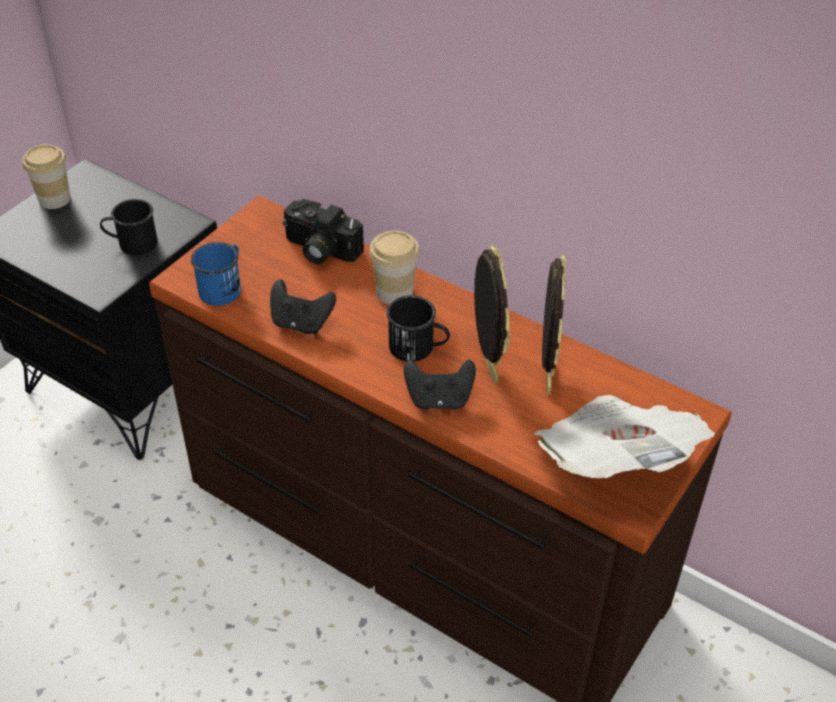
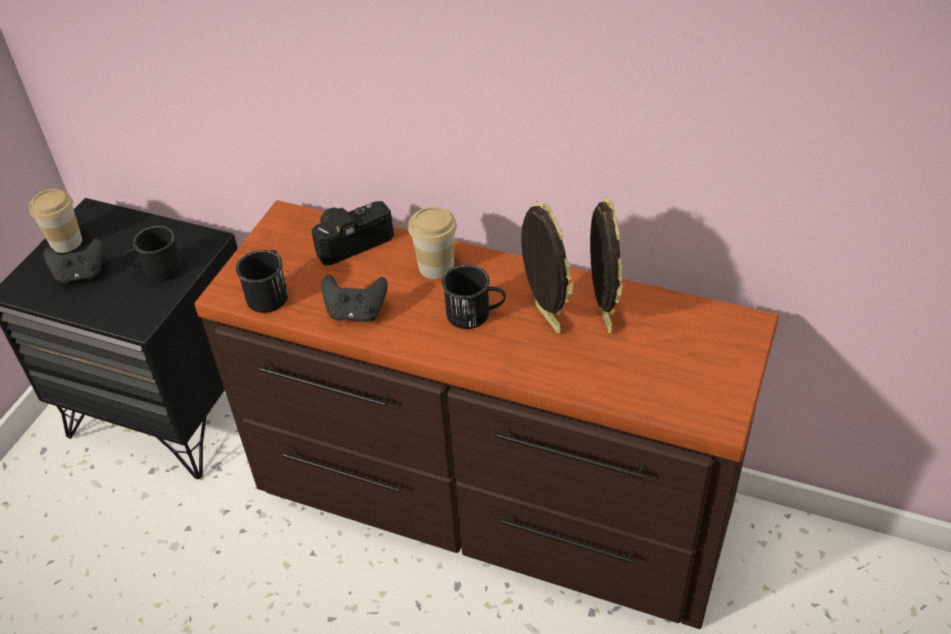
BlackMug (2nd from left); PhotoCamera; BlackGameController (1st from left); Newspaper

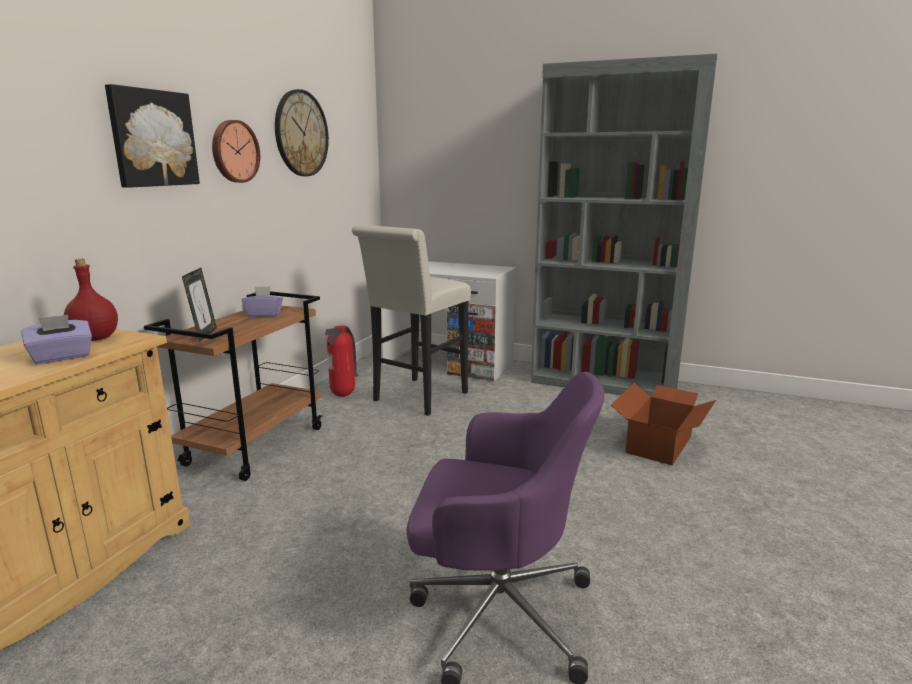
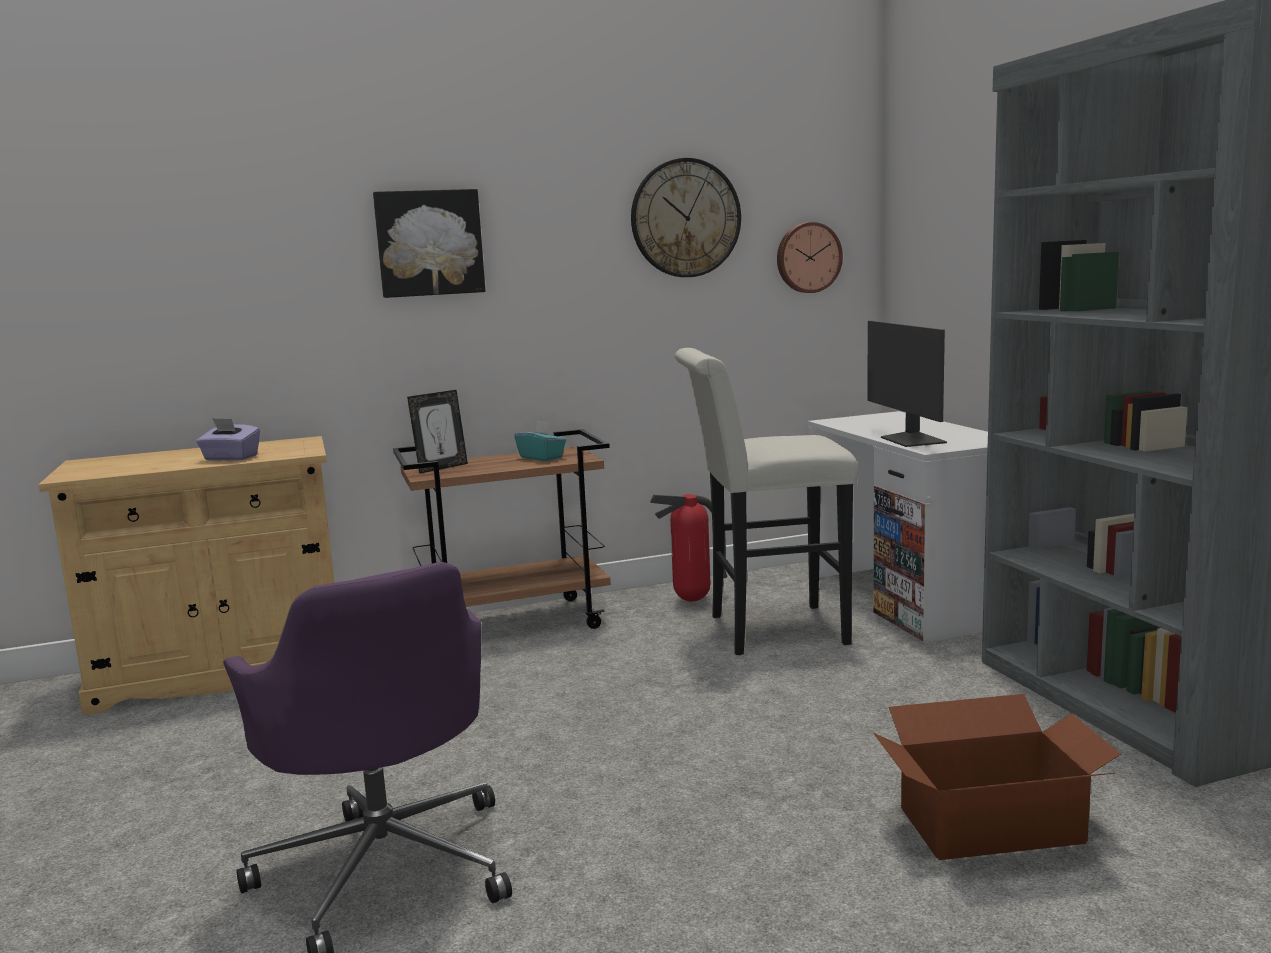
RedBottle; WallClock (2nd from left); TurquoiseTissueBox; Monitor

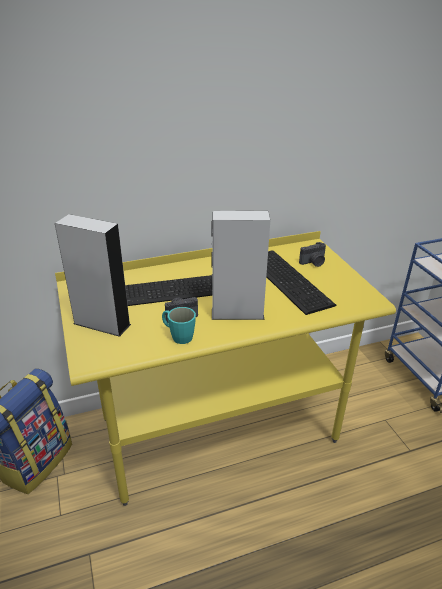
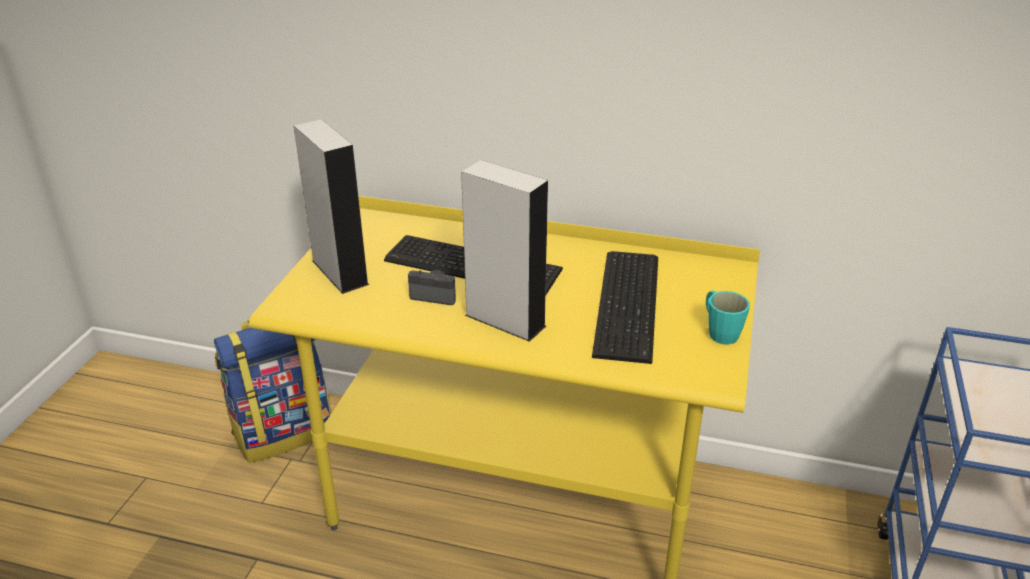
TurquoiseMug; PhotoCamera (2nd from left in the first image)

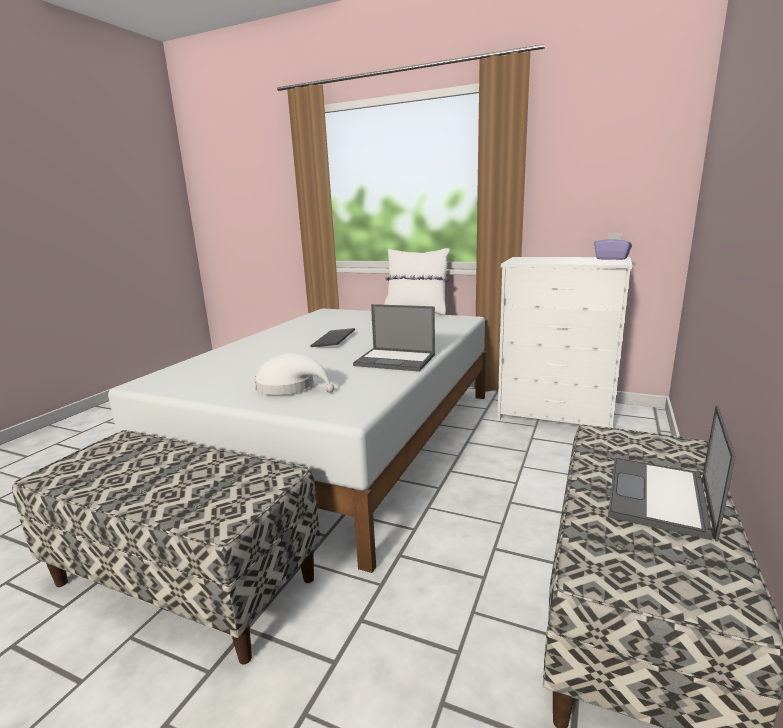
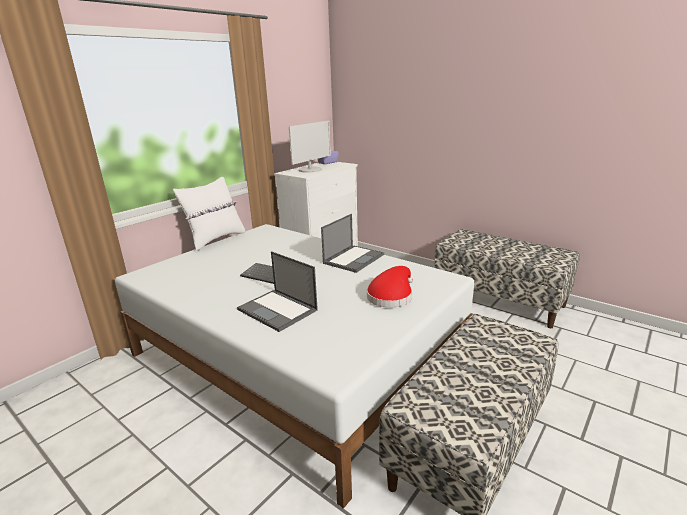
RedHat; Laptop (1st from left); Monitor

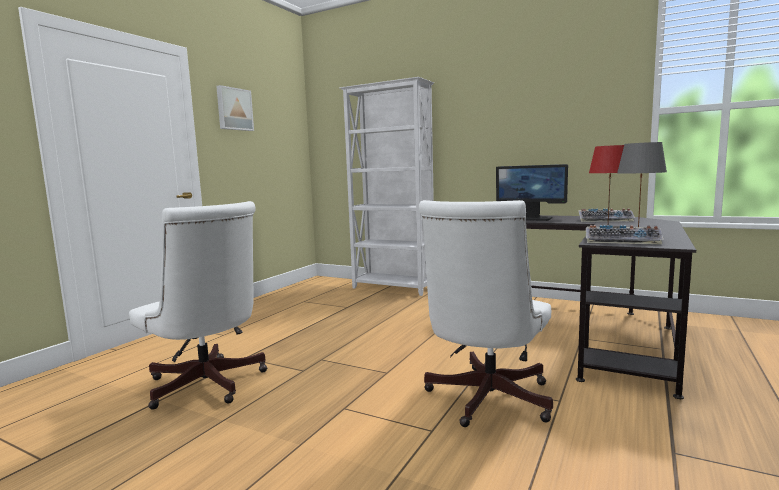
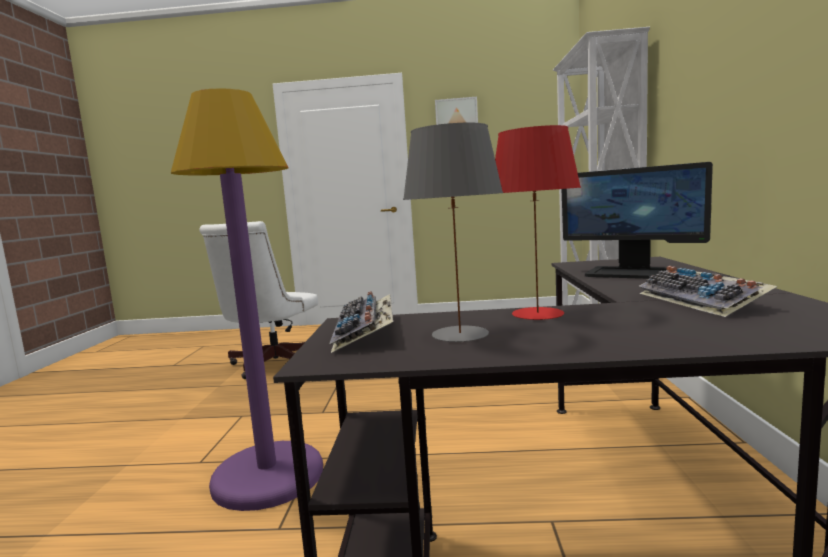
PurpleFloorLamp; Monitor

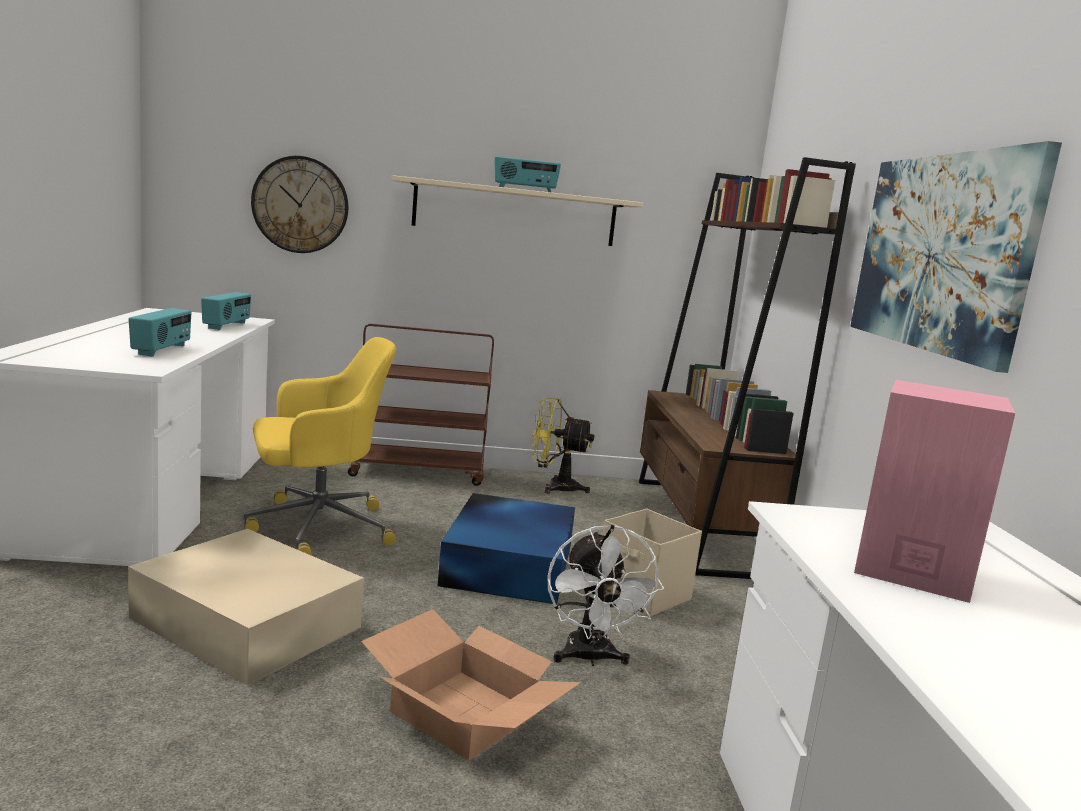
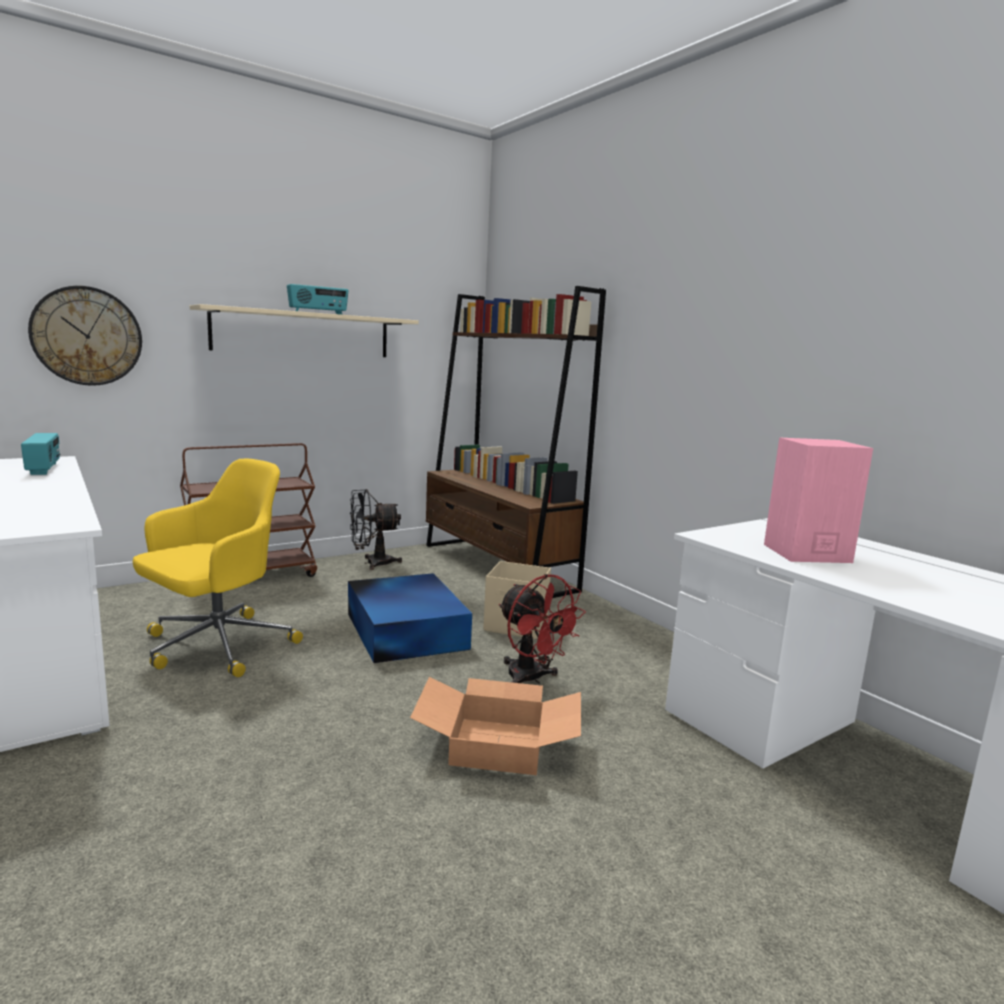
BeigeStorageBox (1st from left in the first image); Radio (1st from left in the first image); BlackFan; RedFan; Picture

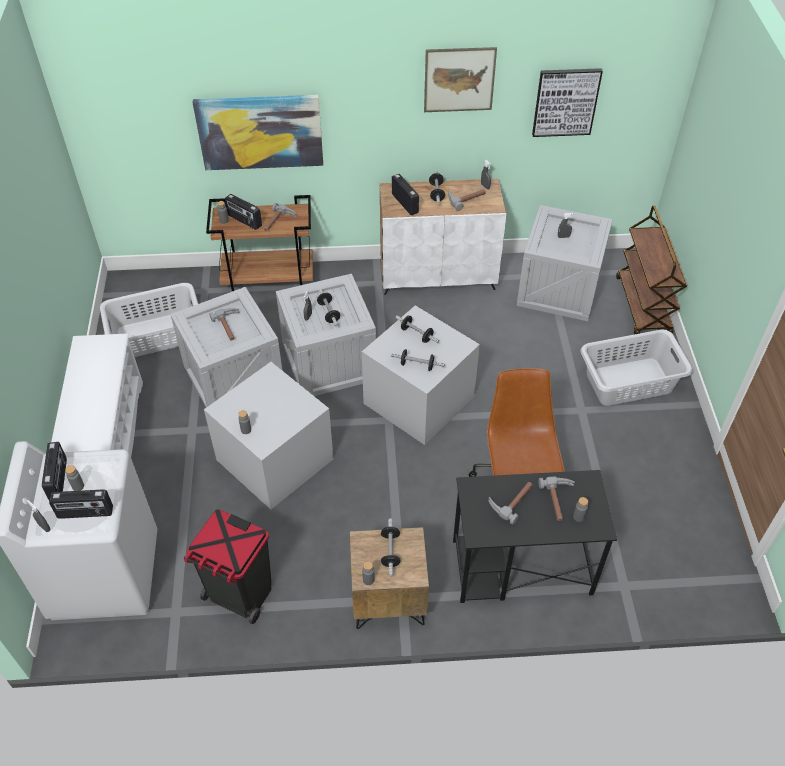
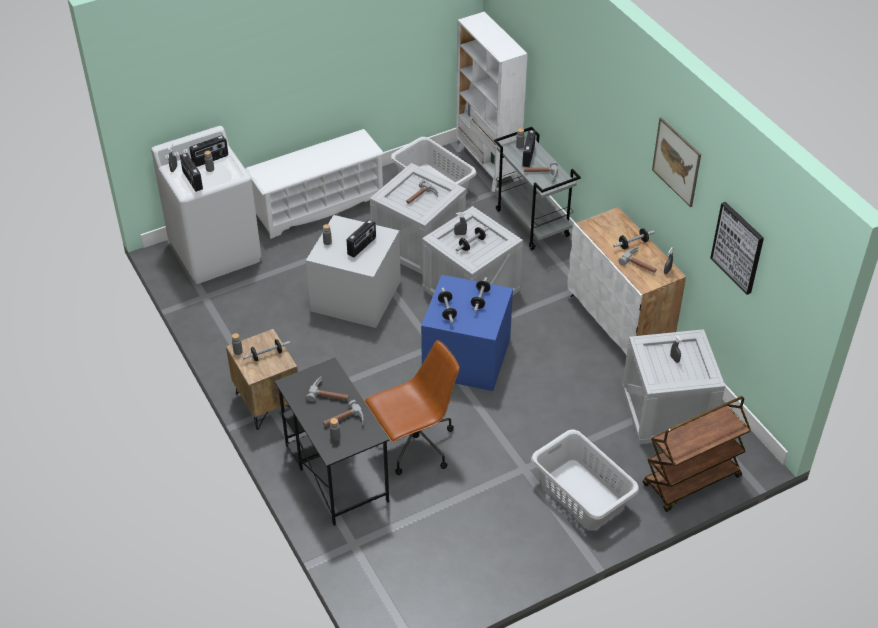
BlackTrashCan; Picture (1st from left in the first image); GreyCart; BlueStorageBox; Radio (3rd from left); WhiteBookcase

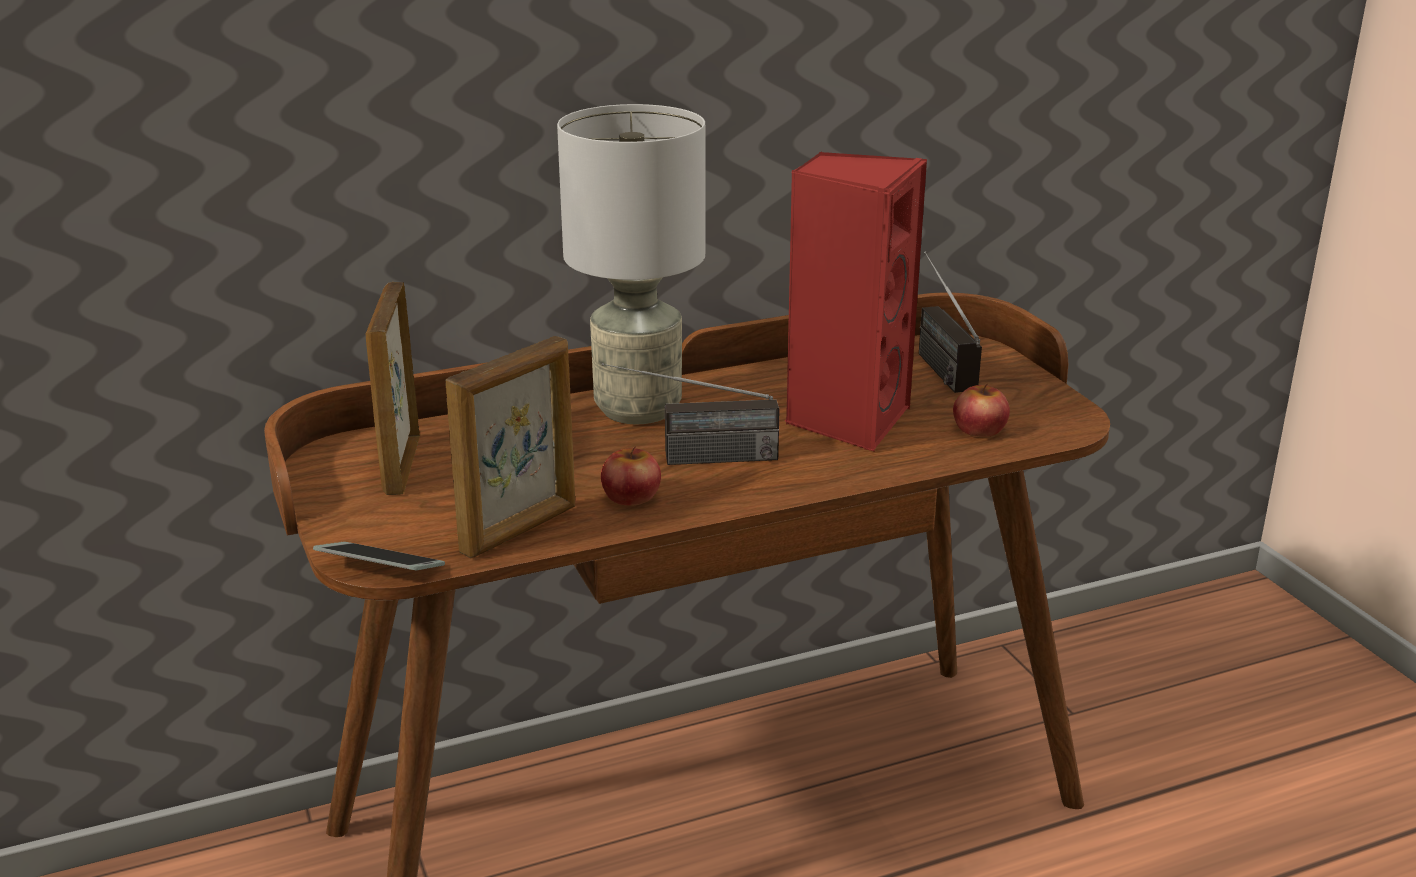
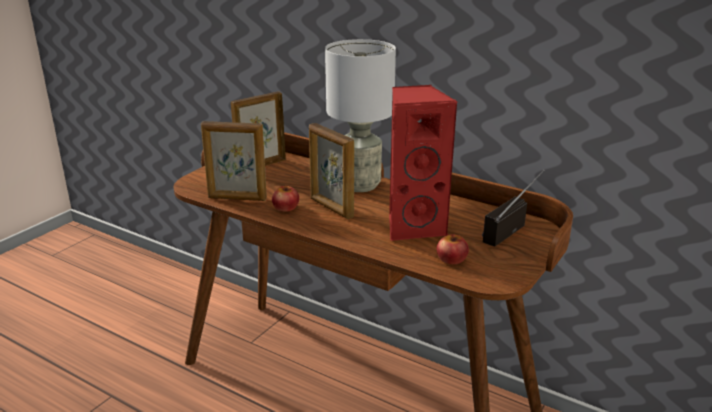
Phone; PictureFrame (3rd from left)

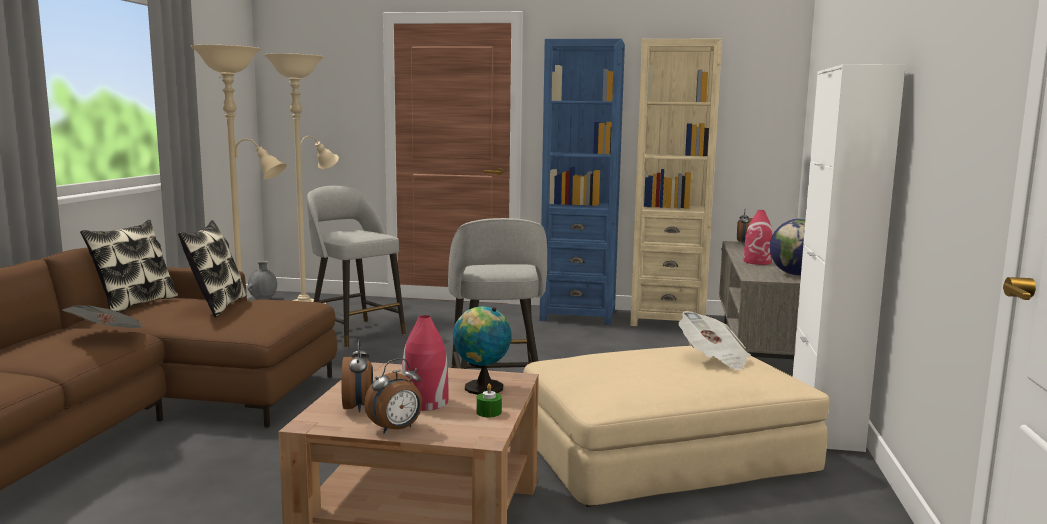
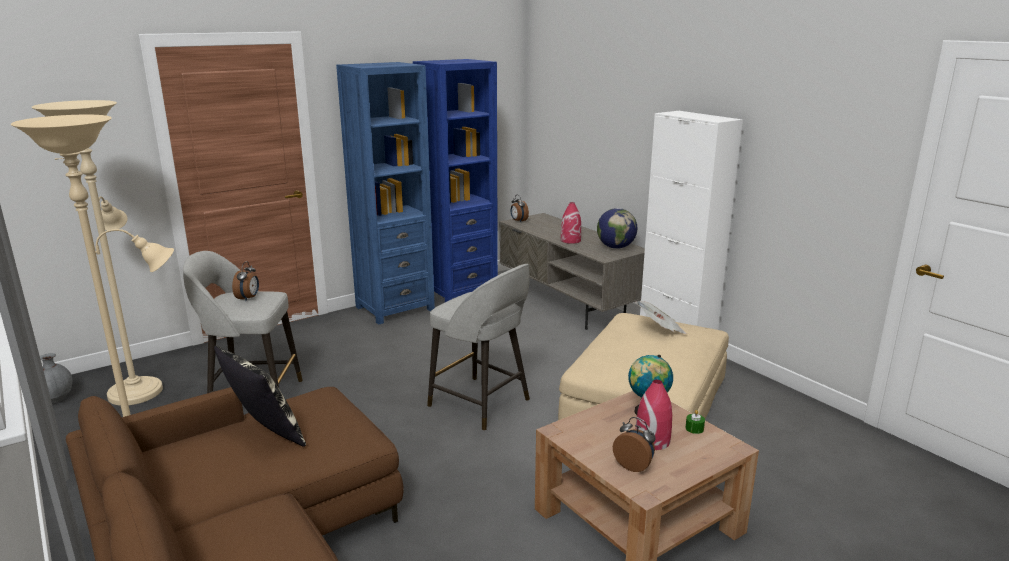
Newspaper (1st from left in the first image); Pillow (1st from left in the first image); AlarmClock (1st from left); BlueBookcase (2nd from left)

